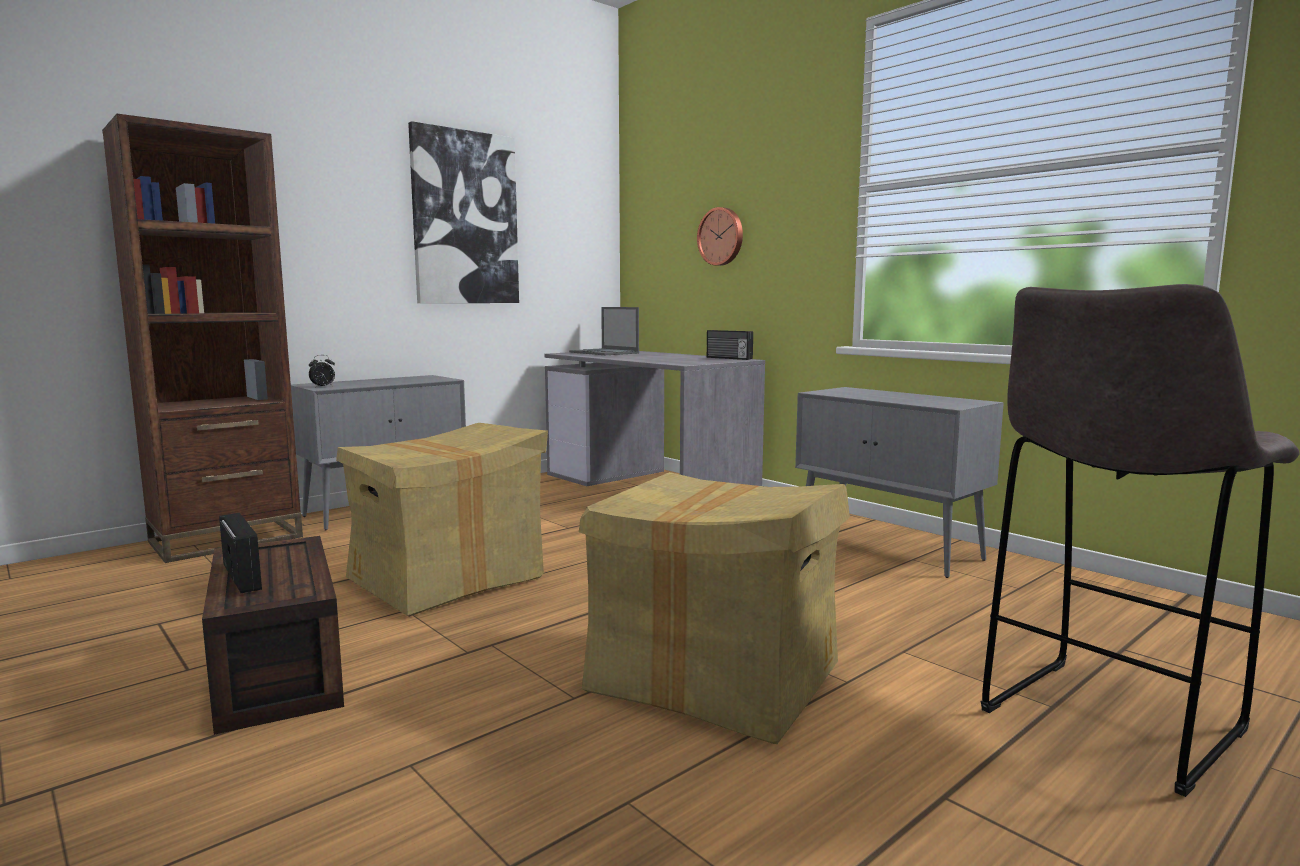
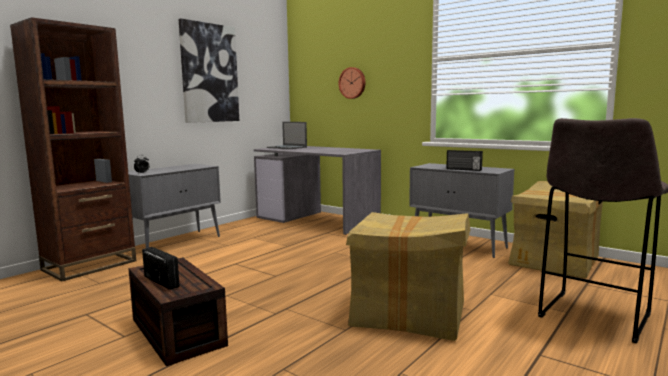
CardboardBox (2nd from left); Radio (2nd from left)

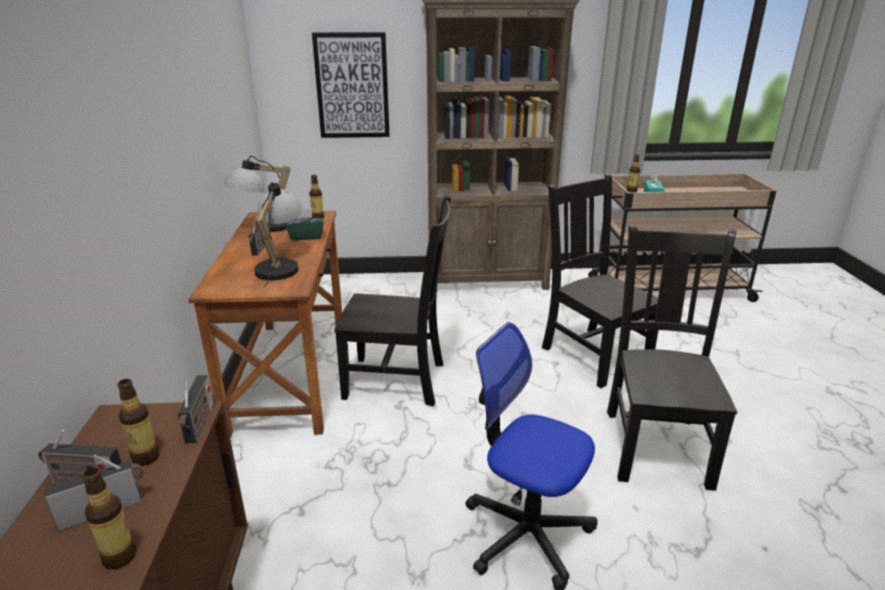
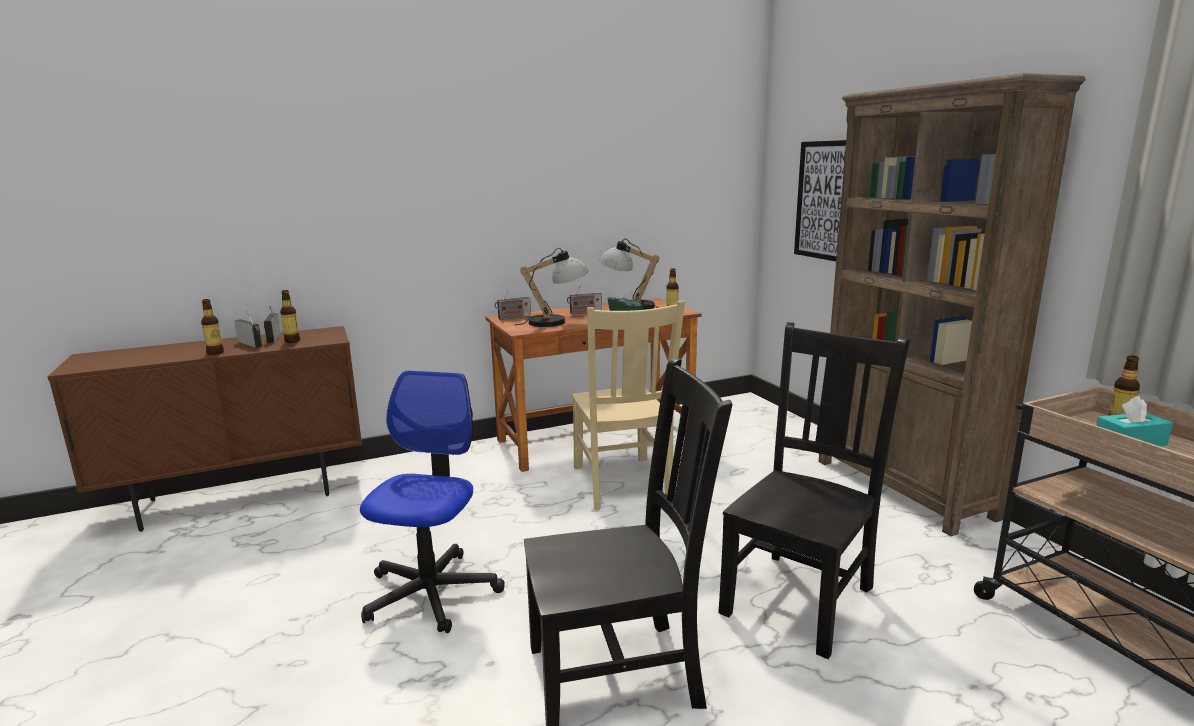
Radio (3rd from left); BeigeChair

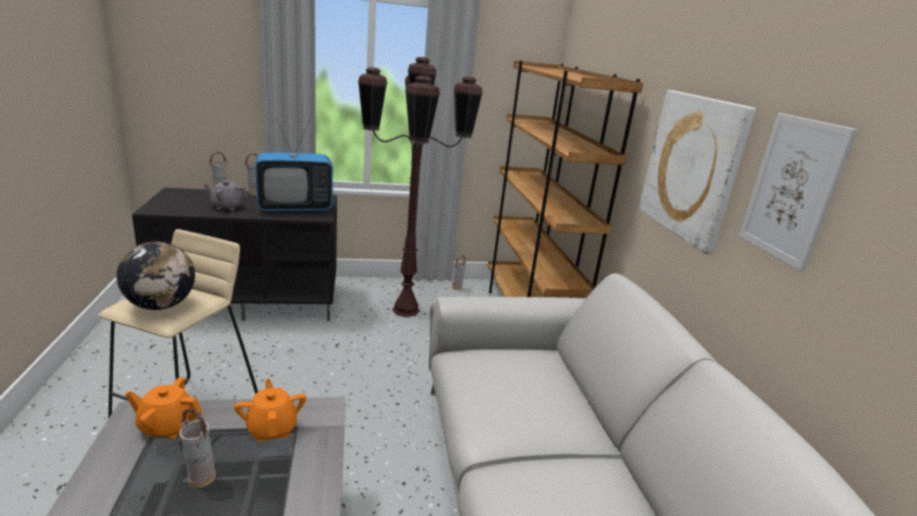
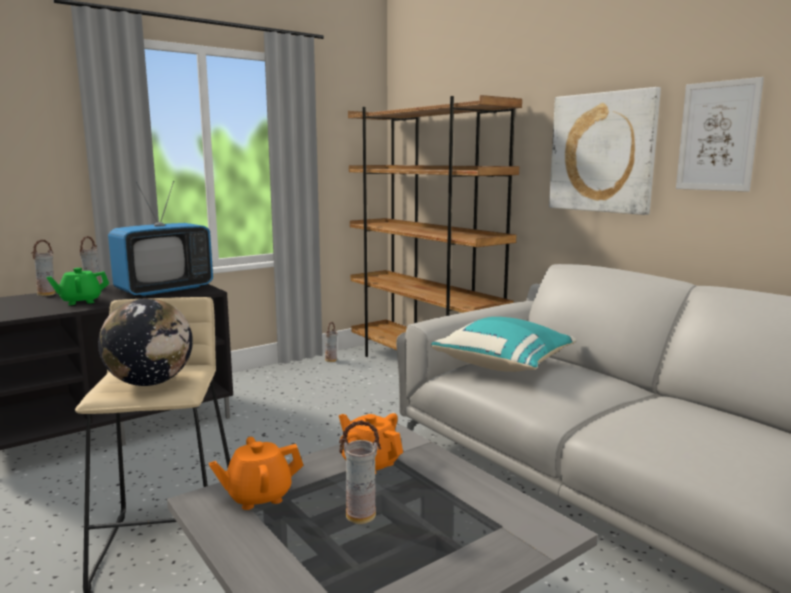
GreenTeapot; BrownFloorLamp; TurquoisePillow

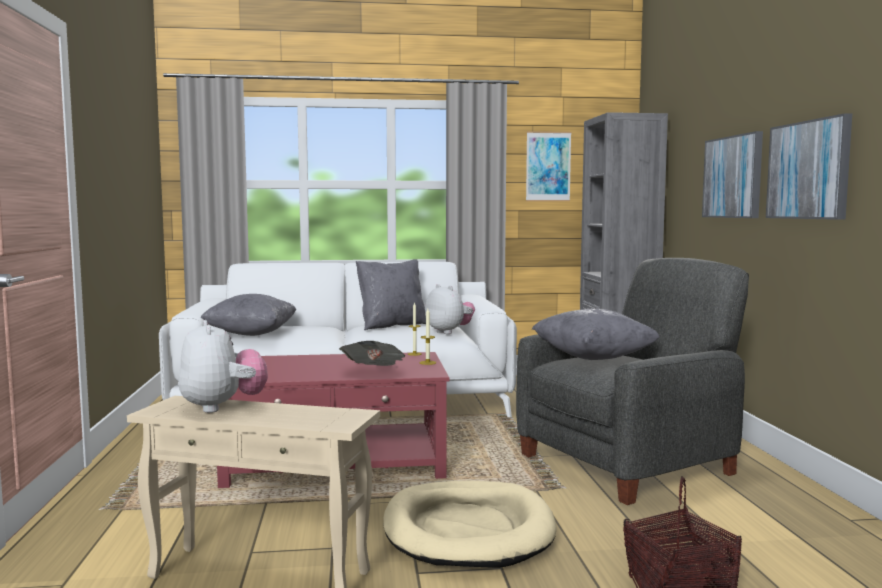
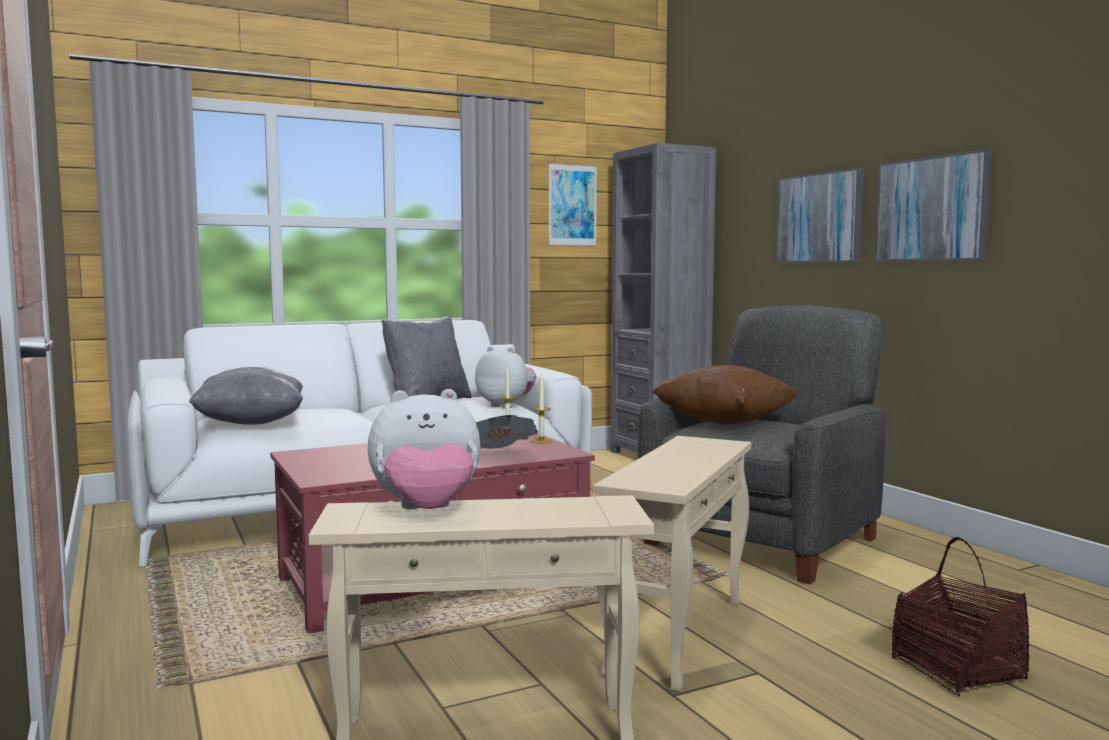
PlushToy (1st from left); BeigeSideTable (2nd from left); BrownPillow

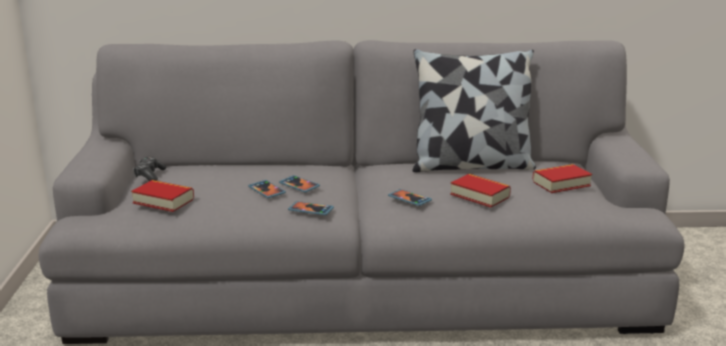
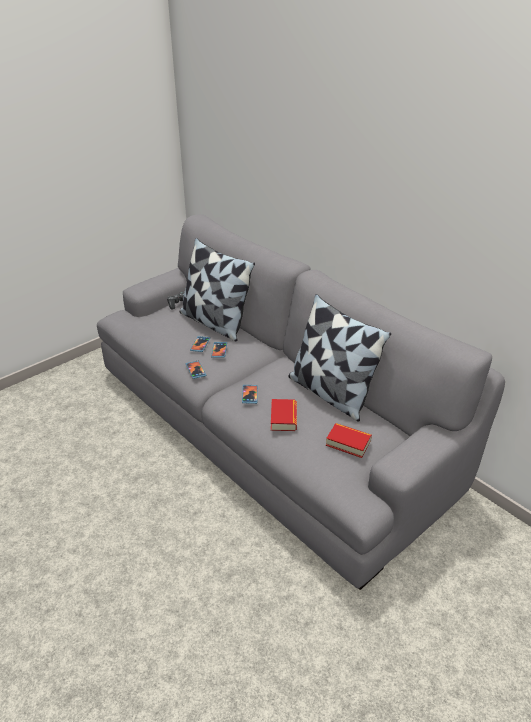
Book (1st from left in the first image); Pillow (1st from left)

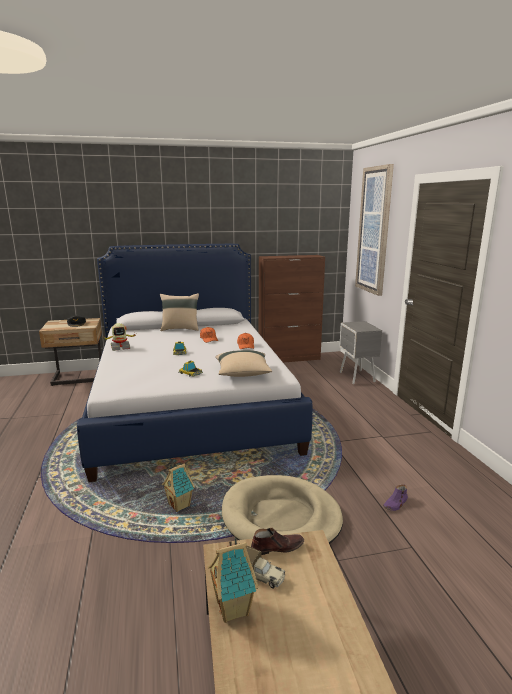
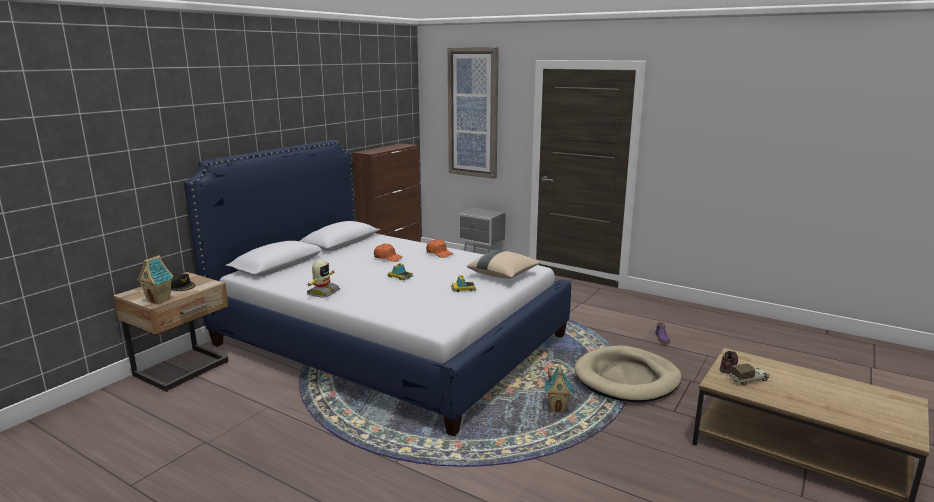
BeigePillow (1st from left in the first image); ToyHouse (1st from left)

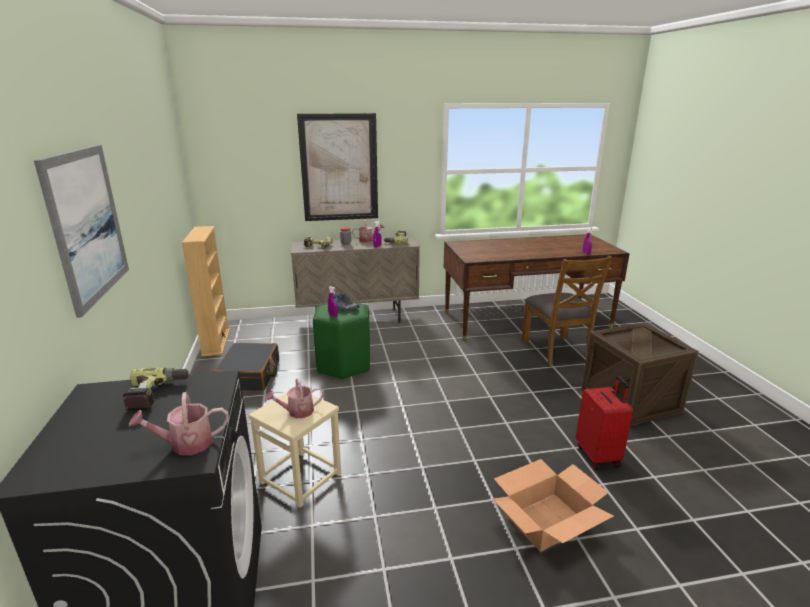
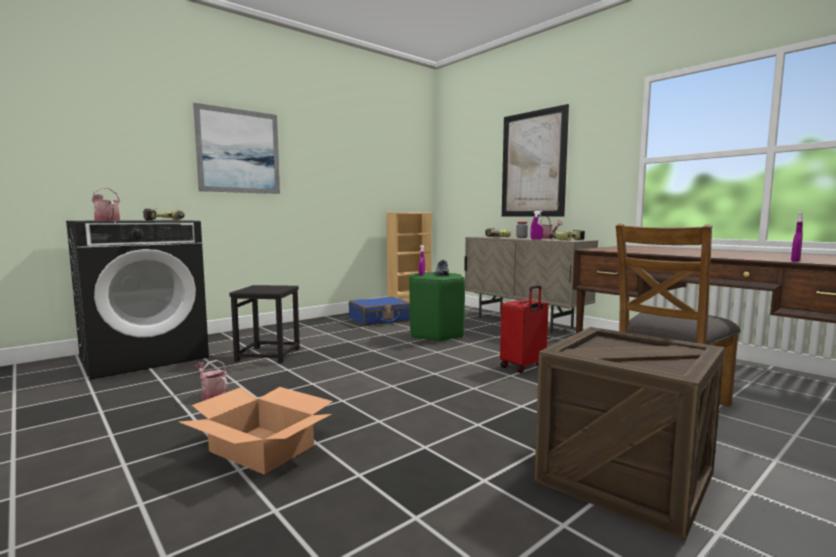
BlueSuitcase; BlackStool; WateringCan (2nd from left); RedSuitcase

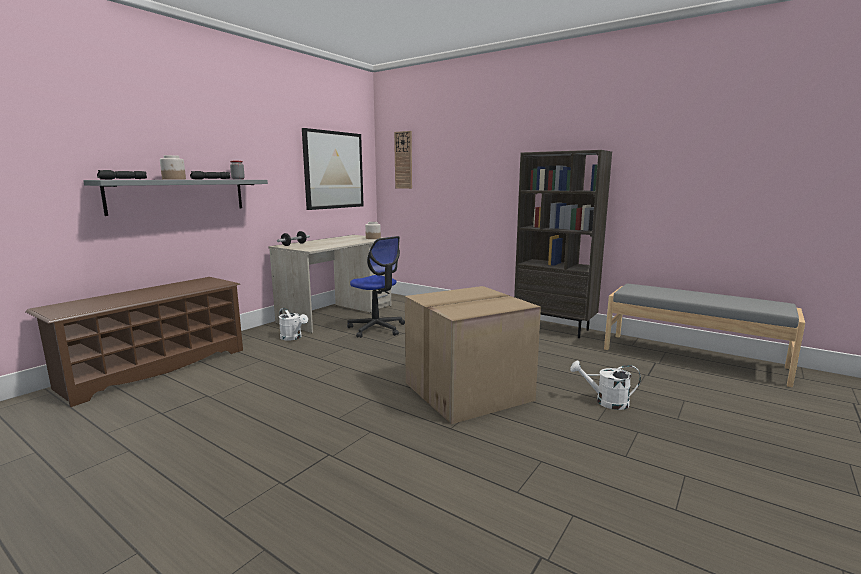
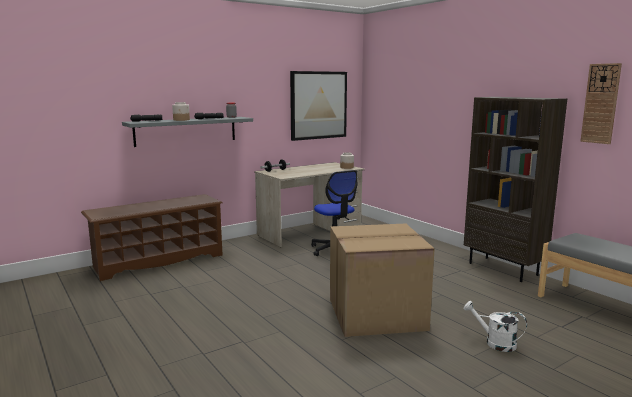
WhiteWateringCan (1st from left in the first image); WallClock

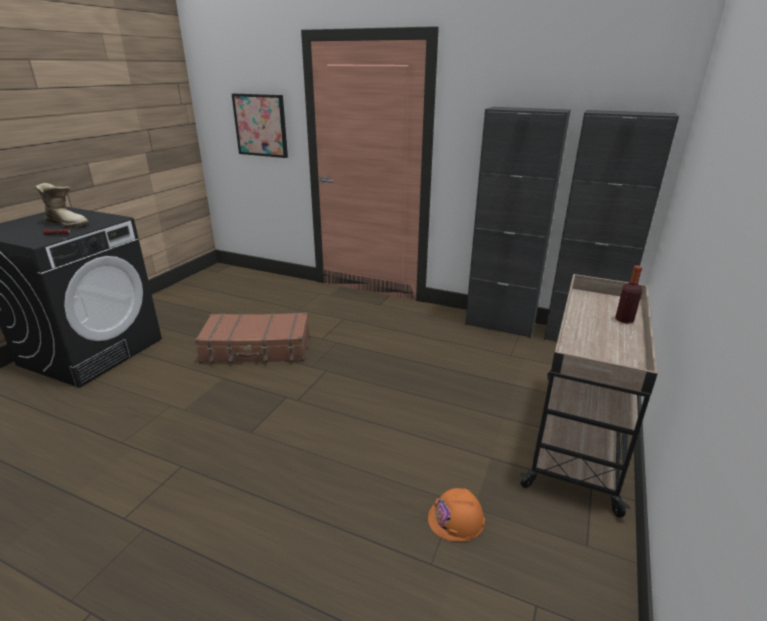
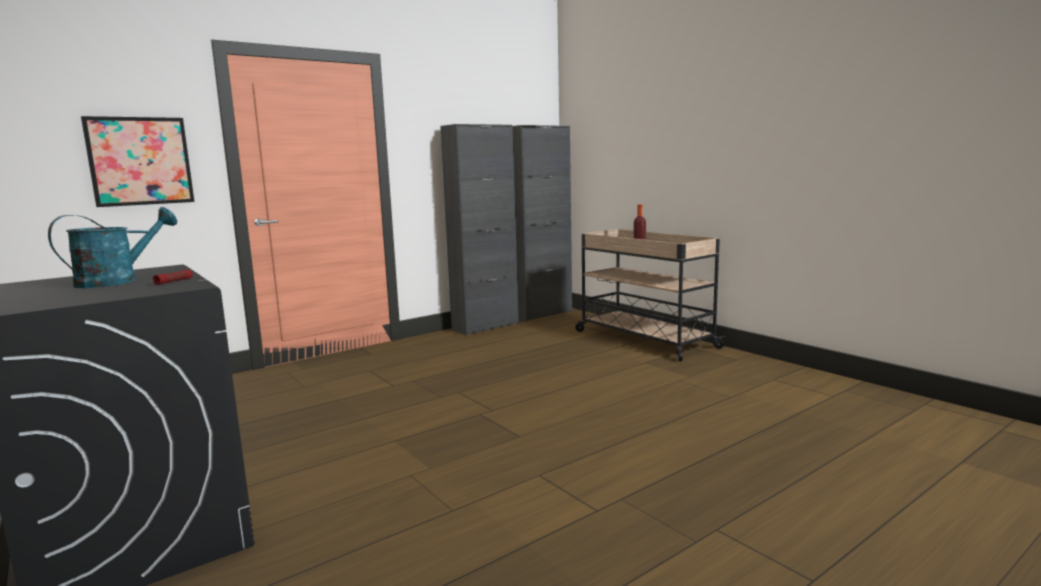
TurquoiseWateringCan; BrownSuitcase; OrangeHardHat

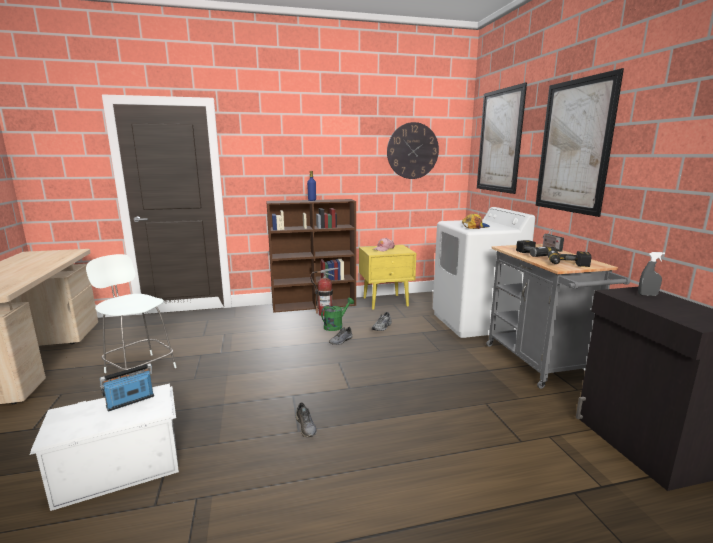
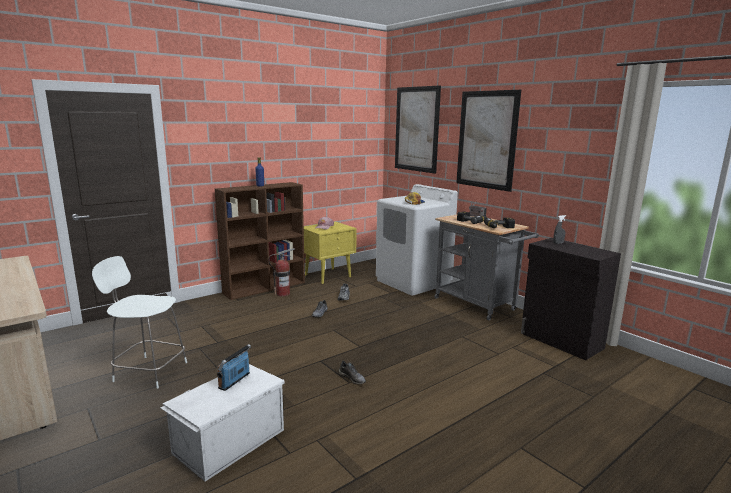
GreenWateringCan; WallClock

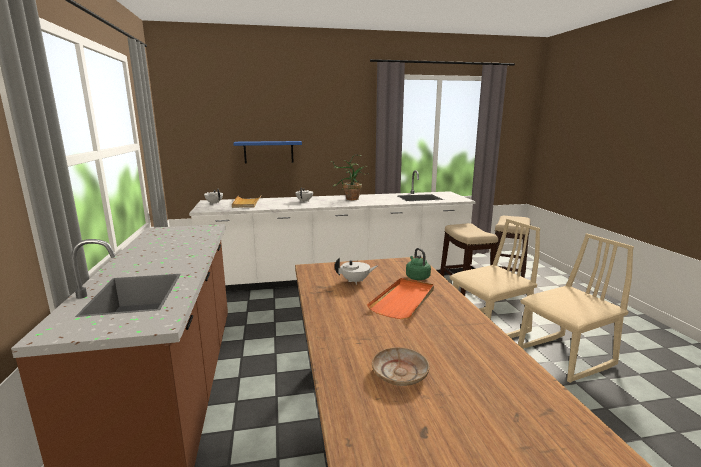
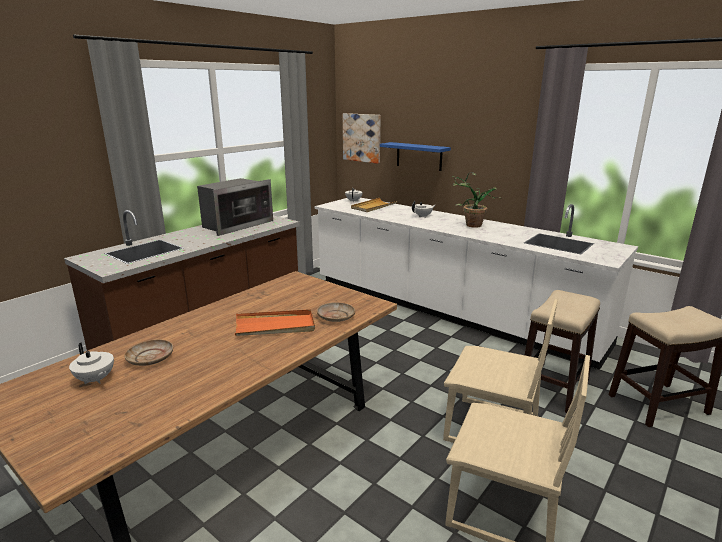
WhiteTeapot (1st from left); BeigePlate (2nd from left); Microwave; Picture

